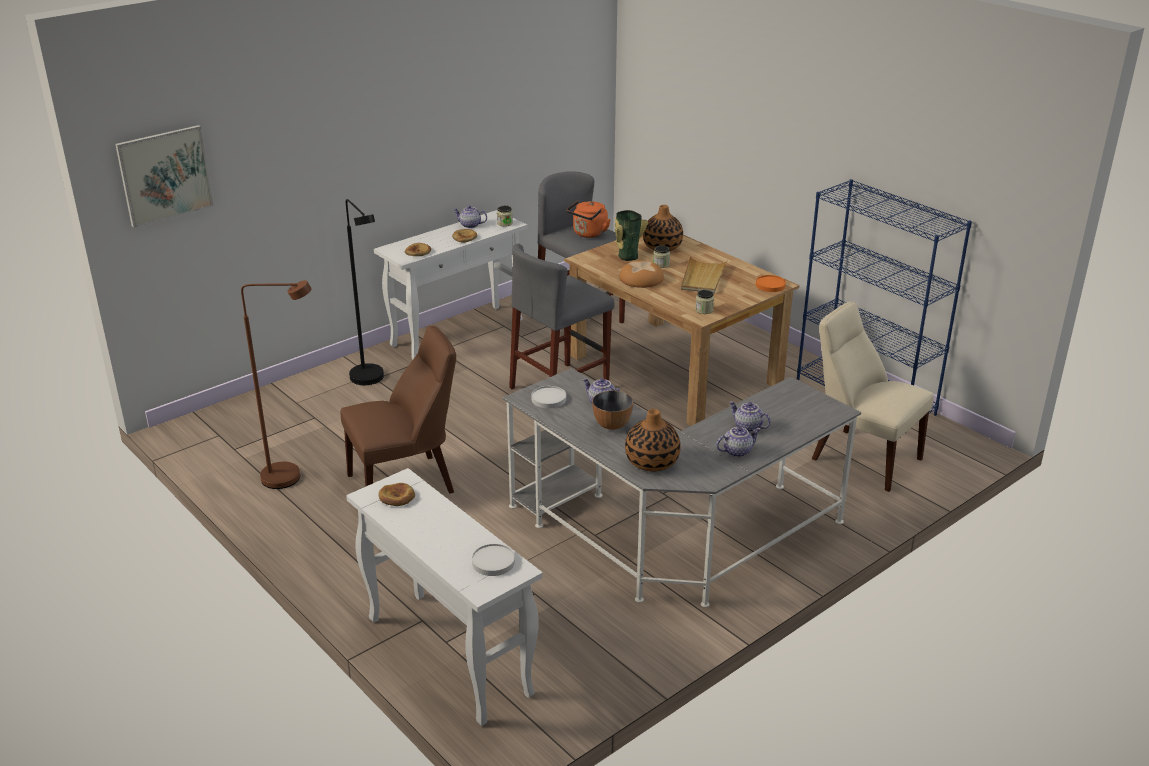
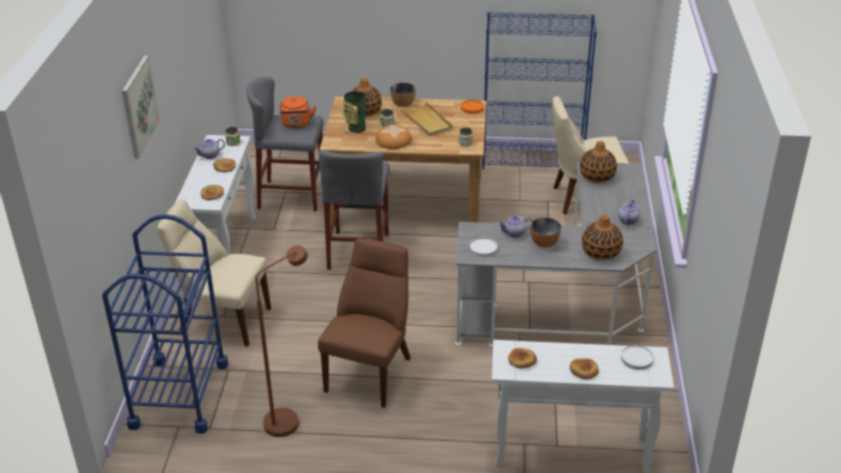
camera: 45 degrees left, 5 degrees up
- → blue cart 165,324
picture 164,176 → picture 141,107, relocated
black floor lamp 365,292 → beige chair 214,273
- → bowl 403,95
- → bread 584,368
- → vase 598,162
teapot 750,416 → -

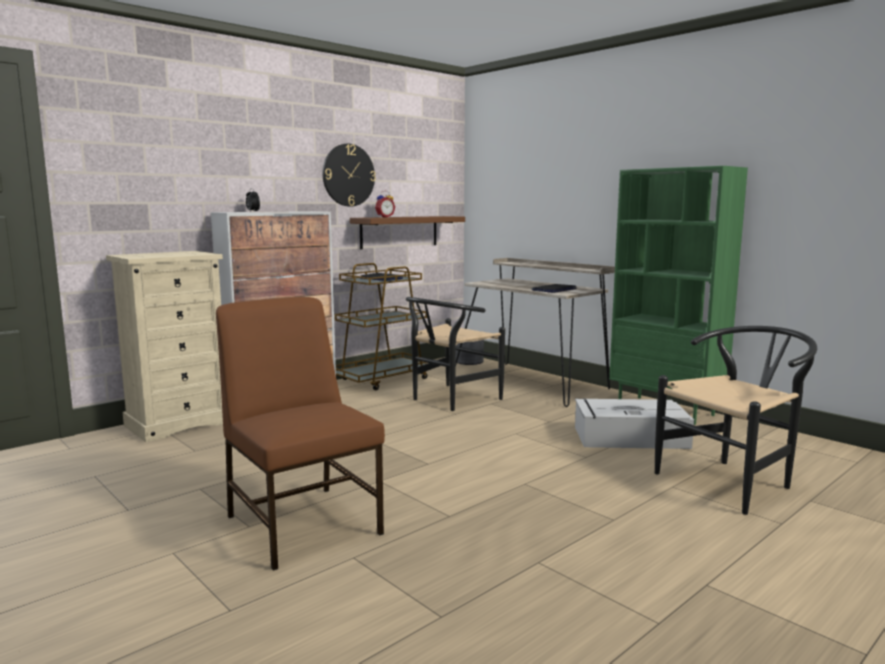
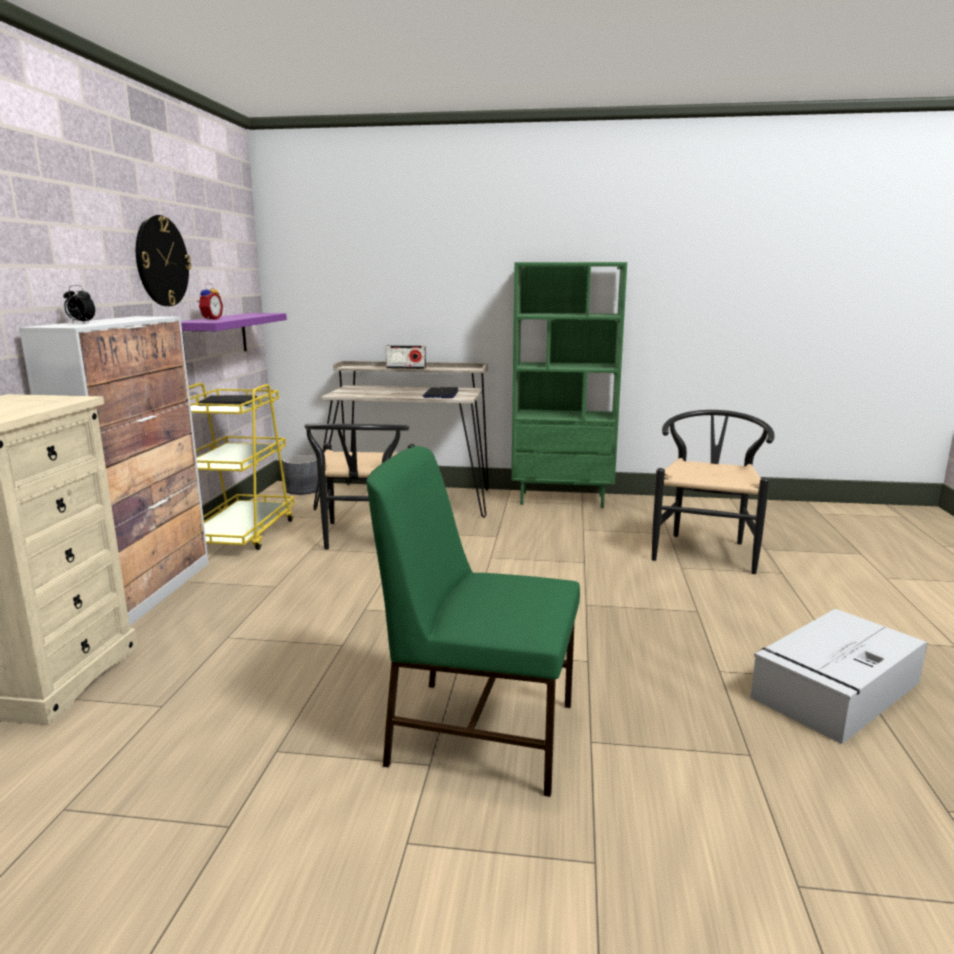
camera: 40 degrees left, 5 degrees up
brown shelf 407,232 → purple shelf 234,337
brown cart 381,326 → yellow cart 241,466
brown chair 300,434 → green chair 473,621
- → radio 406,357
grey storage box 634,423 → grey storage box 839,676, relocated

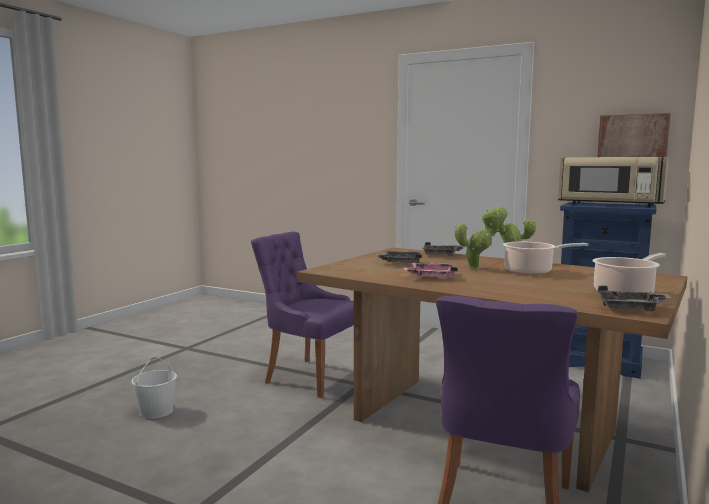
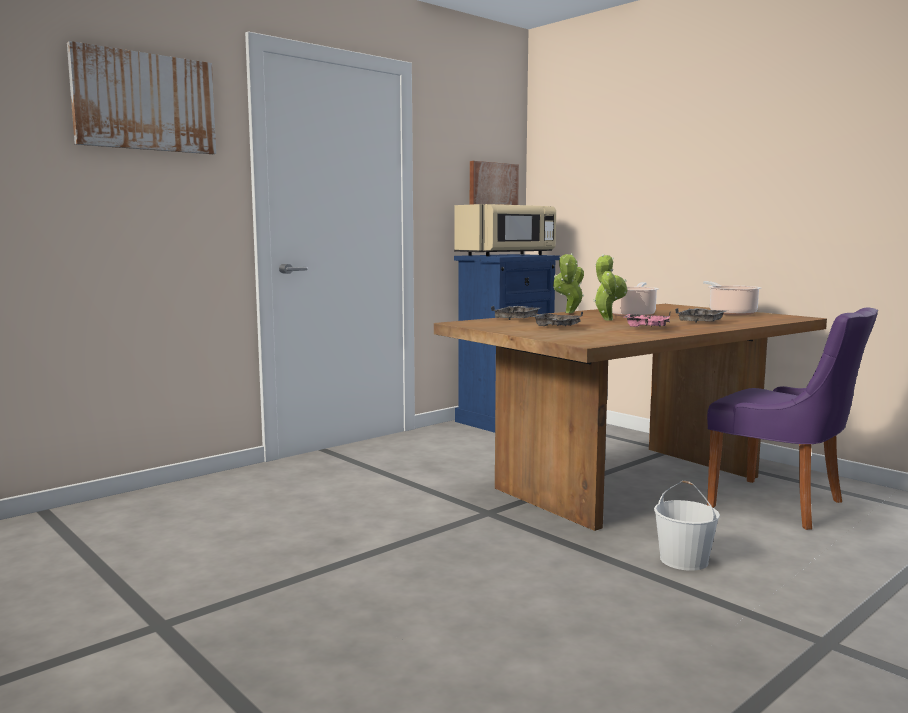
camera: 70 degrees left, 0 degrees up
- → picture 141,97
white bucket 154,388 → white bucket 687,526, relocated
grey tray 634,299 → grey tray 701,315, relocated
purple chair 302,315 → -

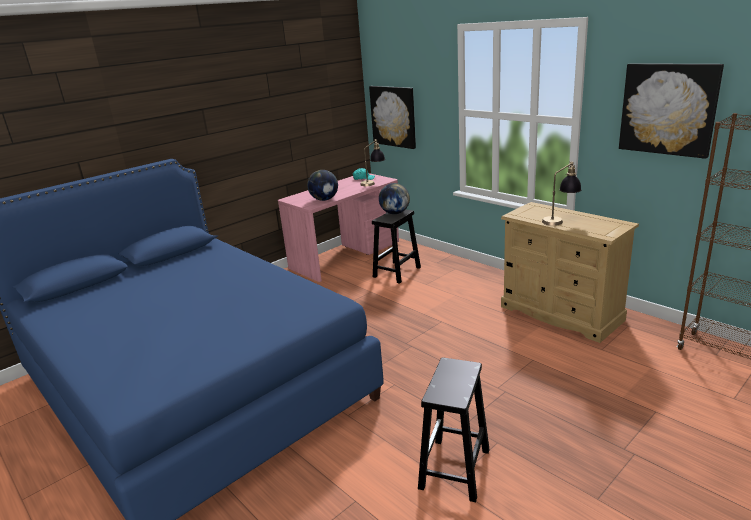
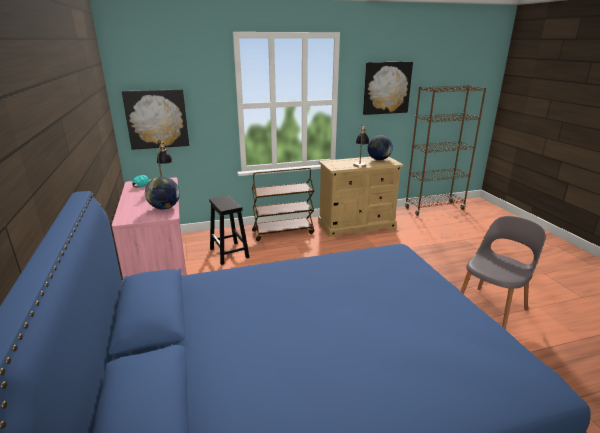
camera: 65 degrees left, 0 degrees up
- → brown cart 283,204
globe 394,198 → globe 380,147, relocated
black stool 454,429 → grey chair 503,272

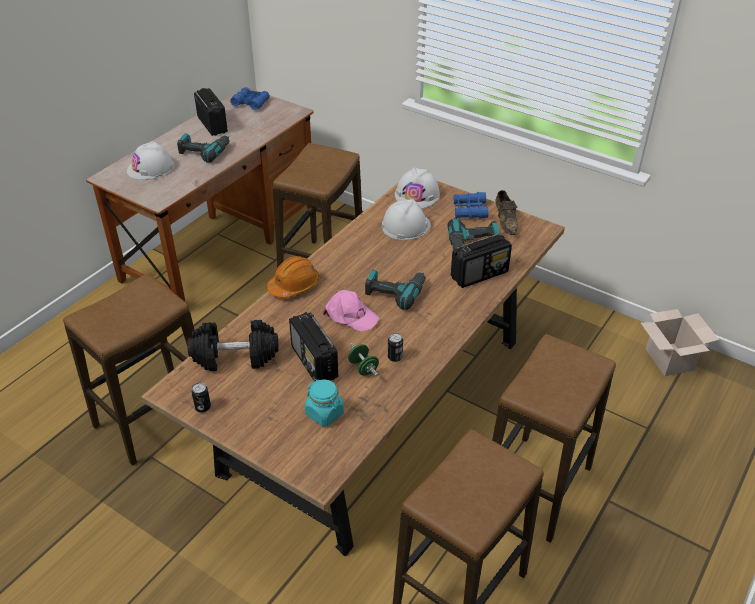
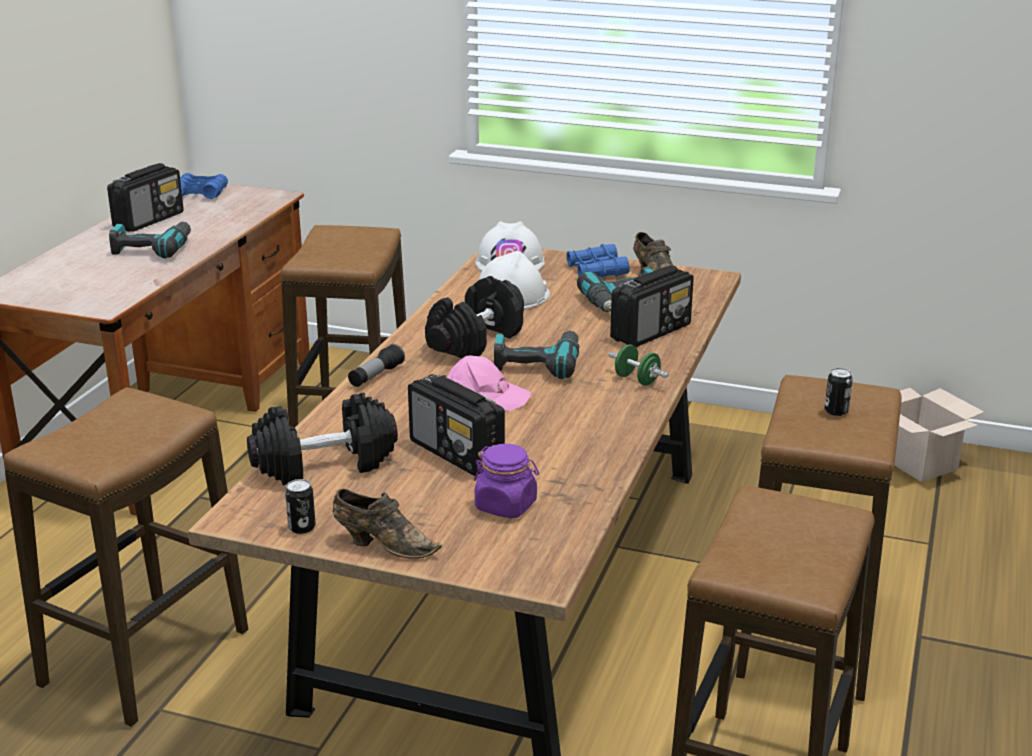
camera: 15 degrees left, 15 degrees down
radio 211,112 → radio 145,197, 75 degrees clockwise
- → brown shoe 387,524
orange hard hat 293,277 → flashlight 376,365
- → black dumbbell 474,317
turquoise jar 324,403 → purple jar 506,481
green dumbbell 363,360 → green dumbbell 638,365, relocated
can 395,347 → can 839,392, relocated
white hard hat 151,160 → -

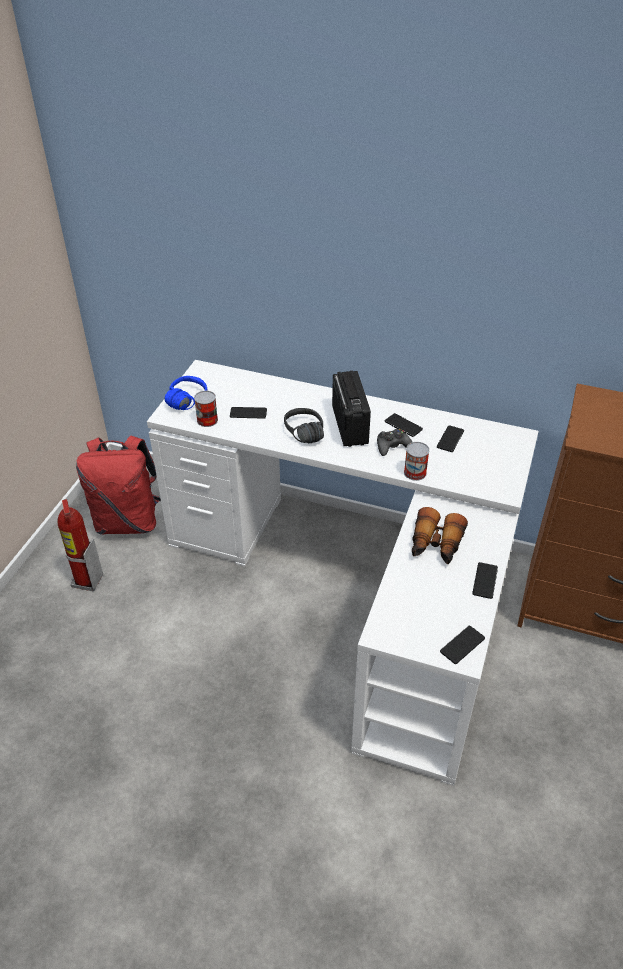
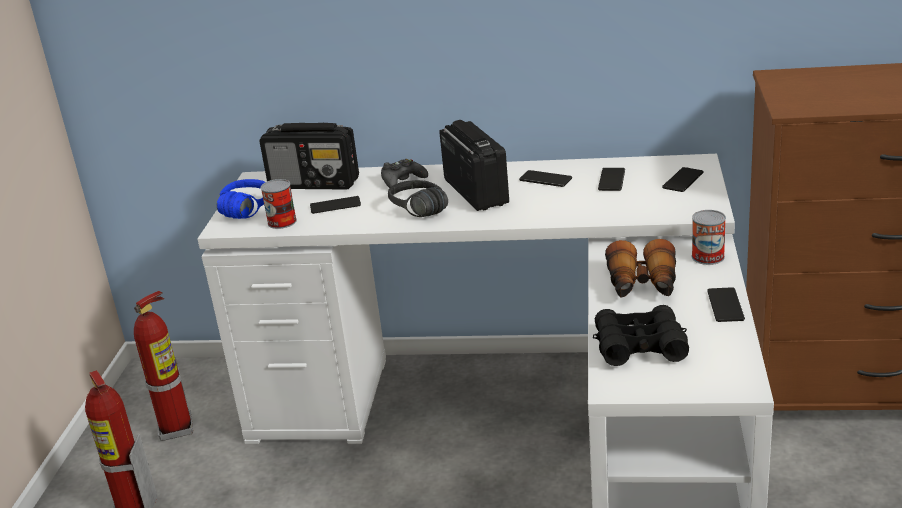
camera: 10 degrees left, 15 degrees down
red backpack 118,485 → fire extinguisher 163,366
- → radio 309,156
black game controller 394,442 → black game controller 404,173, relocated
- → black binoculars 641,335
phone 462,645 → phone 683,179, relocated
can 417,461 → can 709,237, relocated

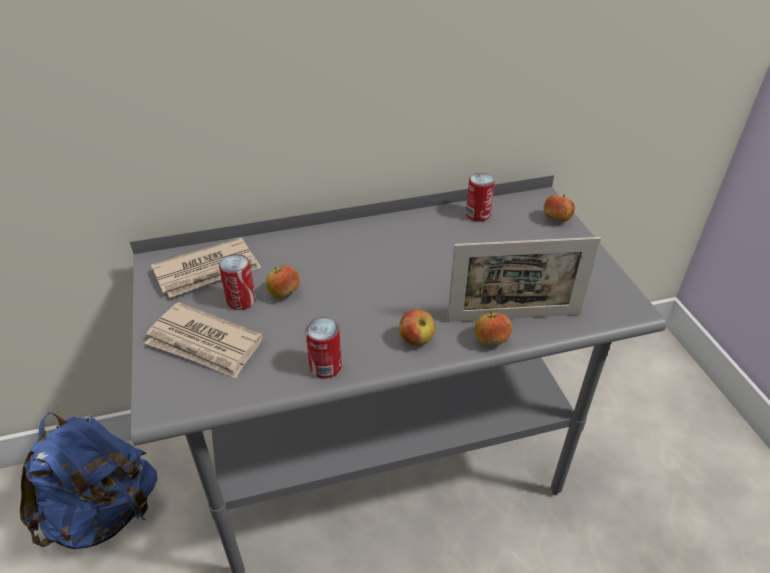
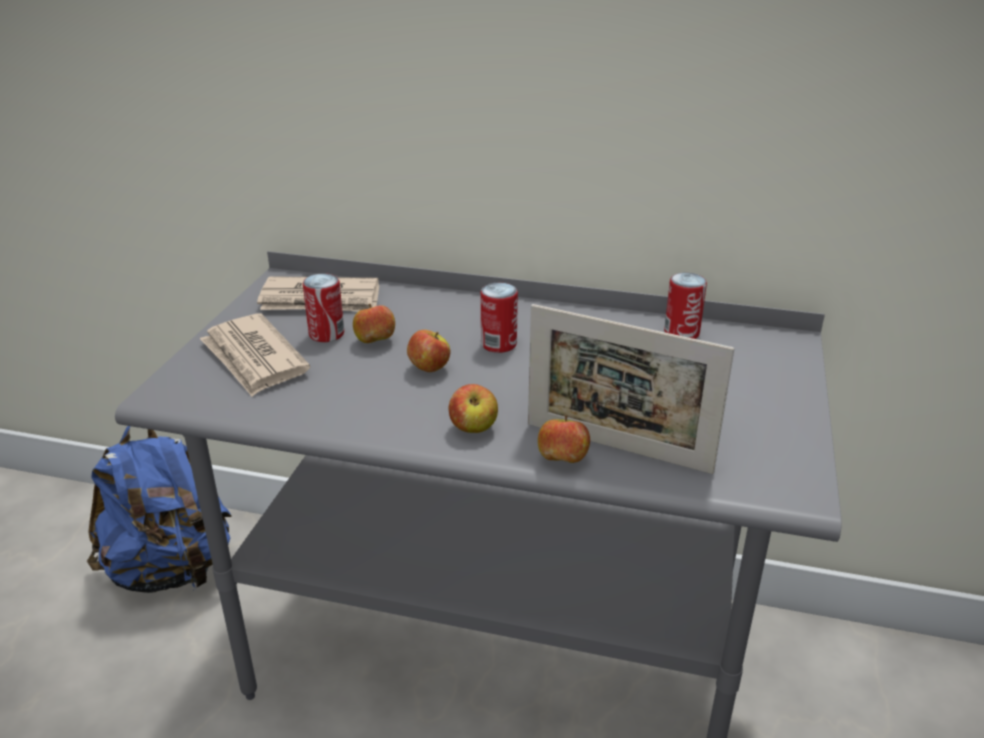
camera: 30 degrees right, 10 degrees down
apple 559,208 → apple 429,351, relocated
can 324,348 → can 499,318, relocated

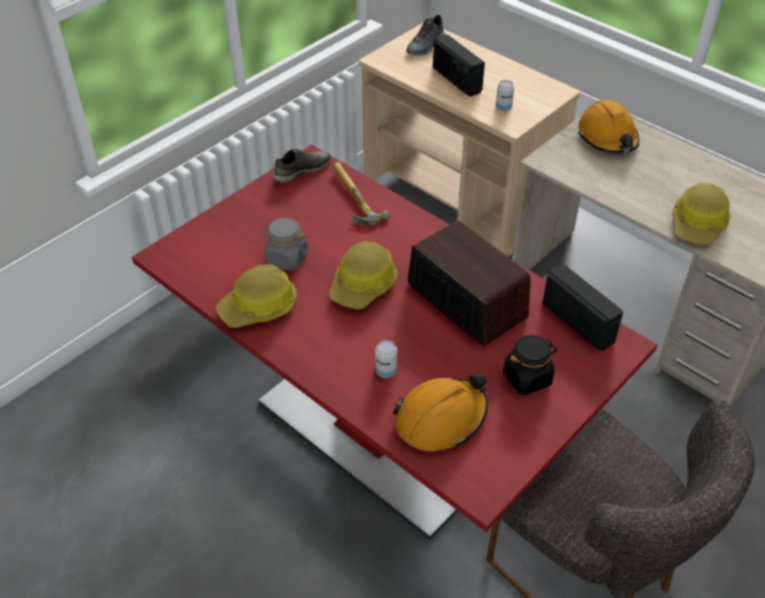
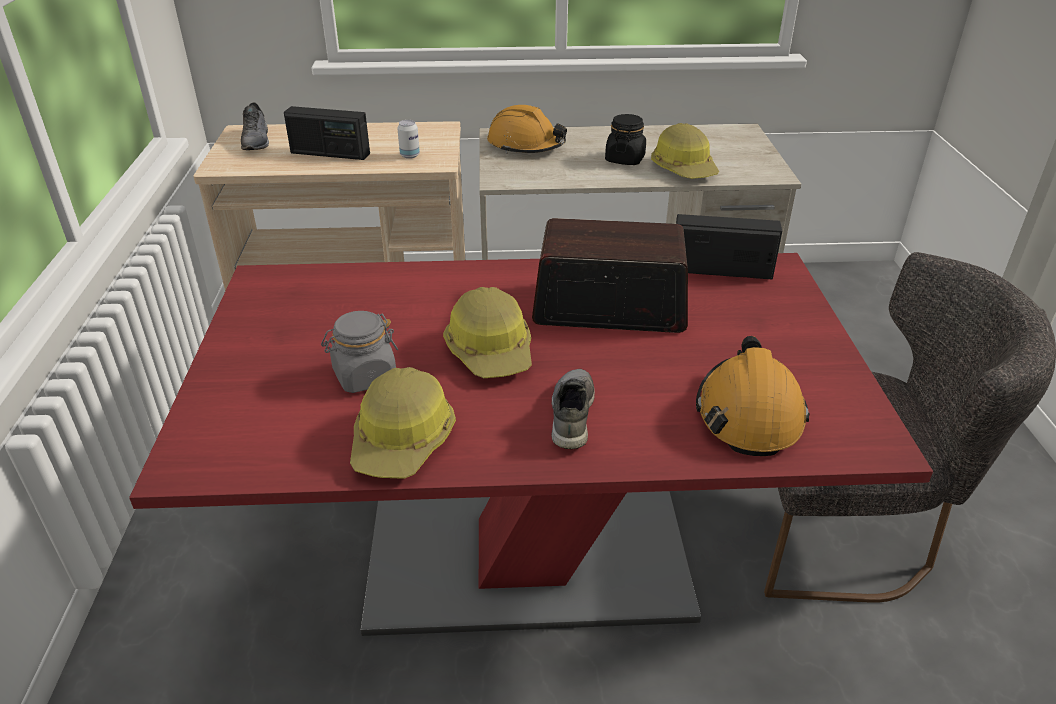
camera: 45 degrees left, 10 degrees down
grey shoe 302,166 → grey shoe 573,409, relocated
black jar 530,365 → black jar 625,139, relocated
hammer 361,194 → -
can 386,359 → -

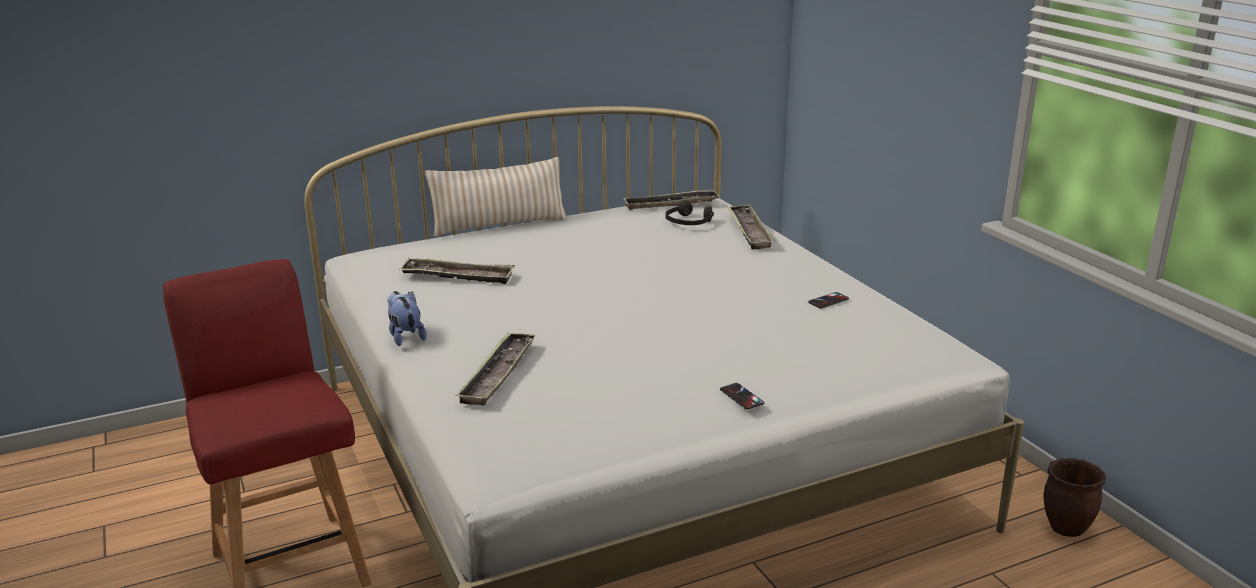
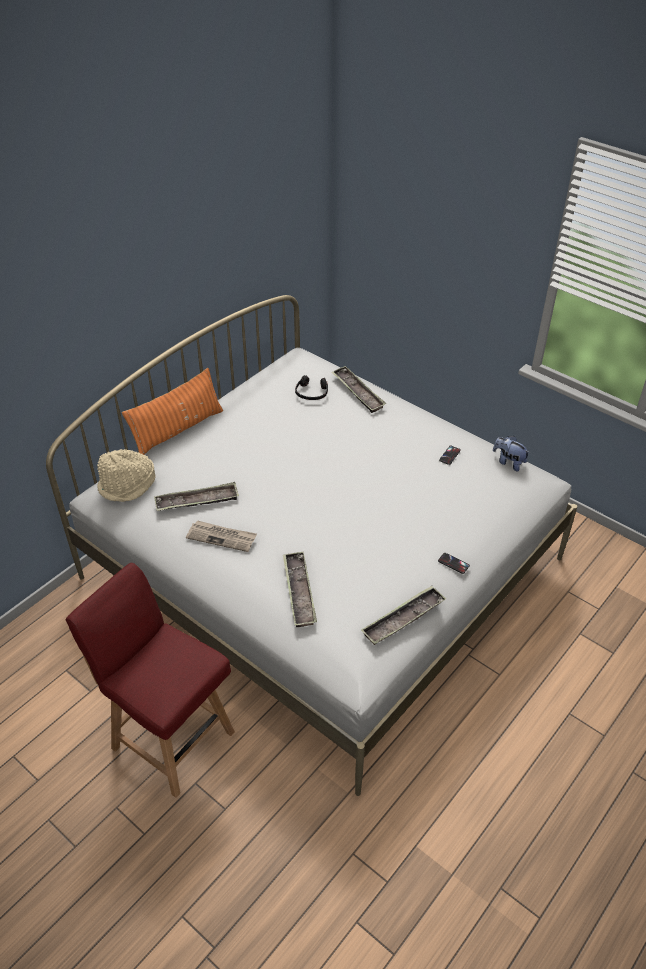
camera: 25 degrees left, 20 degrees up
- → beige hat 126,475
beige pillow 496,197 → orange pillow 172,411
- → newspaper 221,536
tray 671,200 → tray 403,615, relocated
plush toy 407,318 → plush toy 511,453, relocated
brown planter 1074,497 → -

